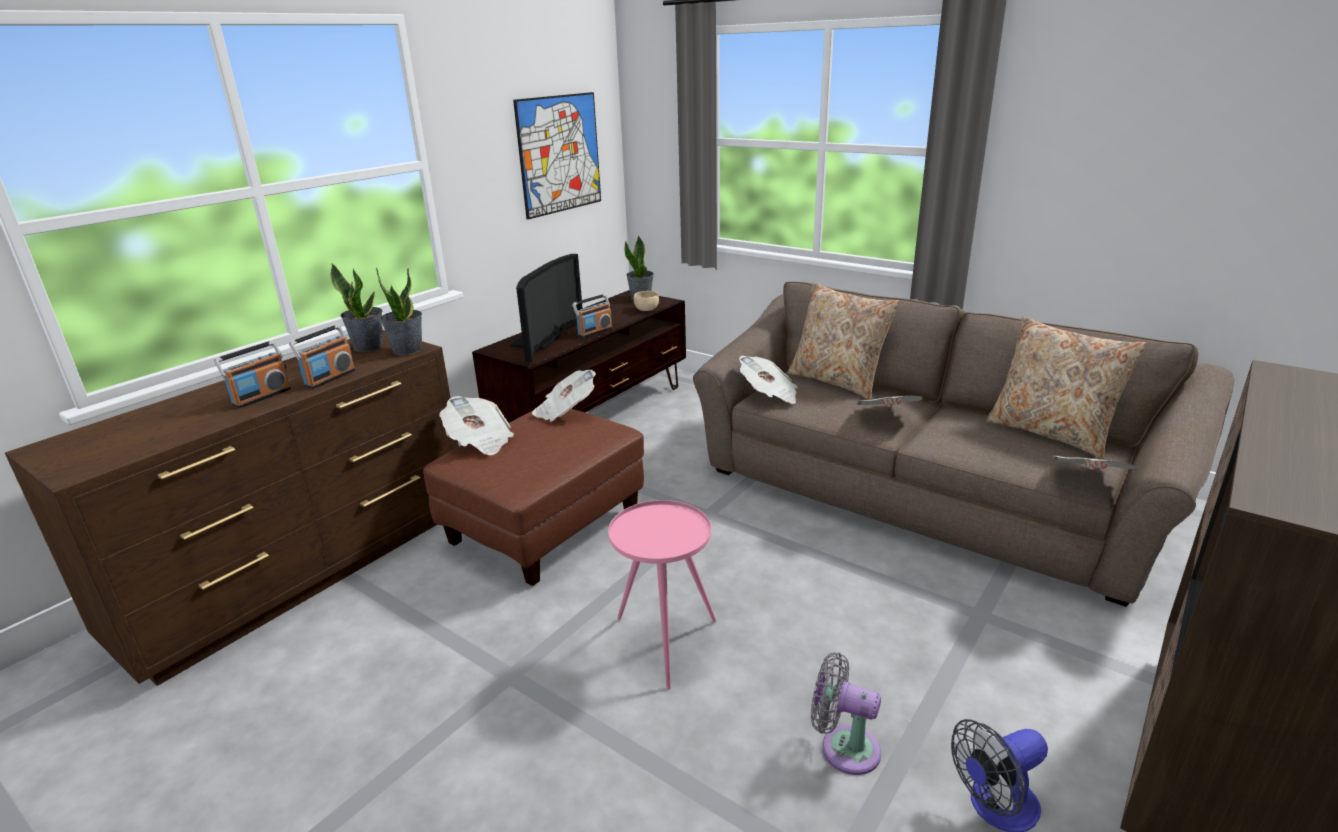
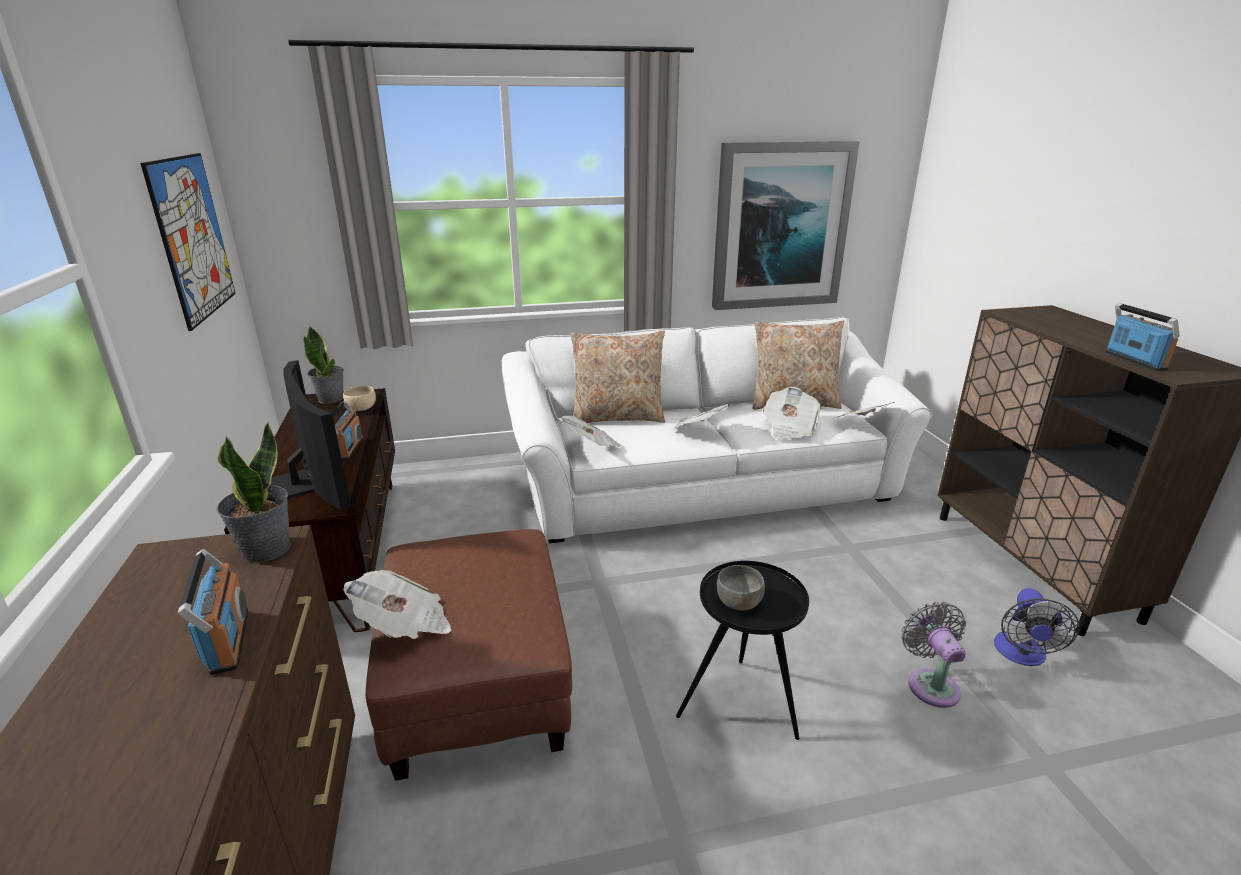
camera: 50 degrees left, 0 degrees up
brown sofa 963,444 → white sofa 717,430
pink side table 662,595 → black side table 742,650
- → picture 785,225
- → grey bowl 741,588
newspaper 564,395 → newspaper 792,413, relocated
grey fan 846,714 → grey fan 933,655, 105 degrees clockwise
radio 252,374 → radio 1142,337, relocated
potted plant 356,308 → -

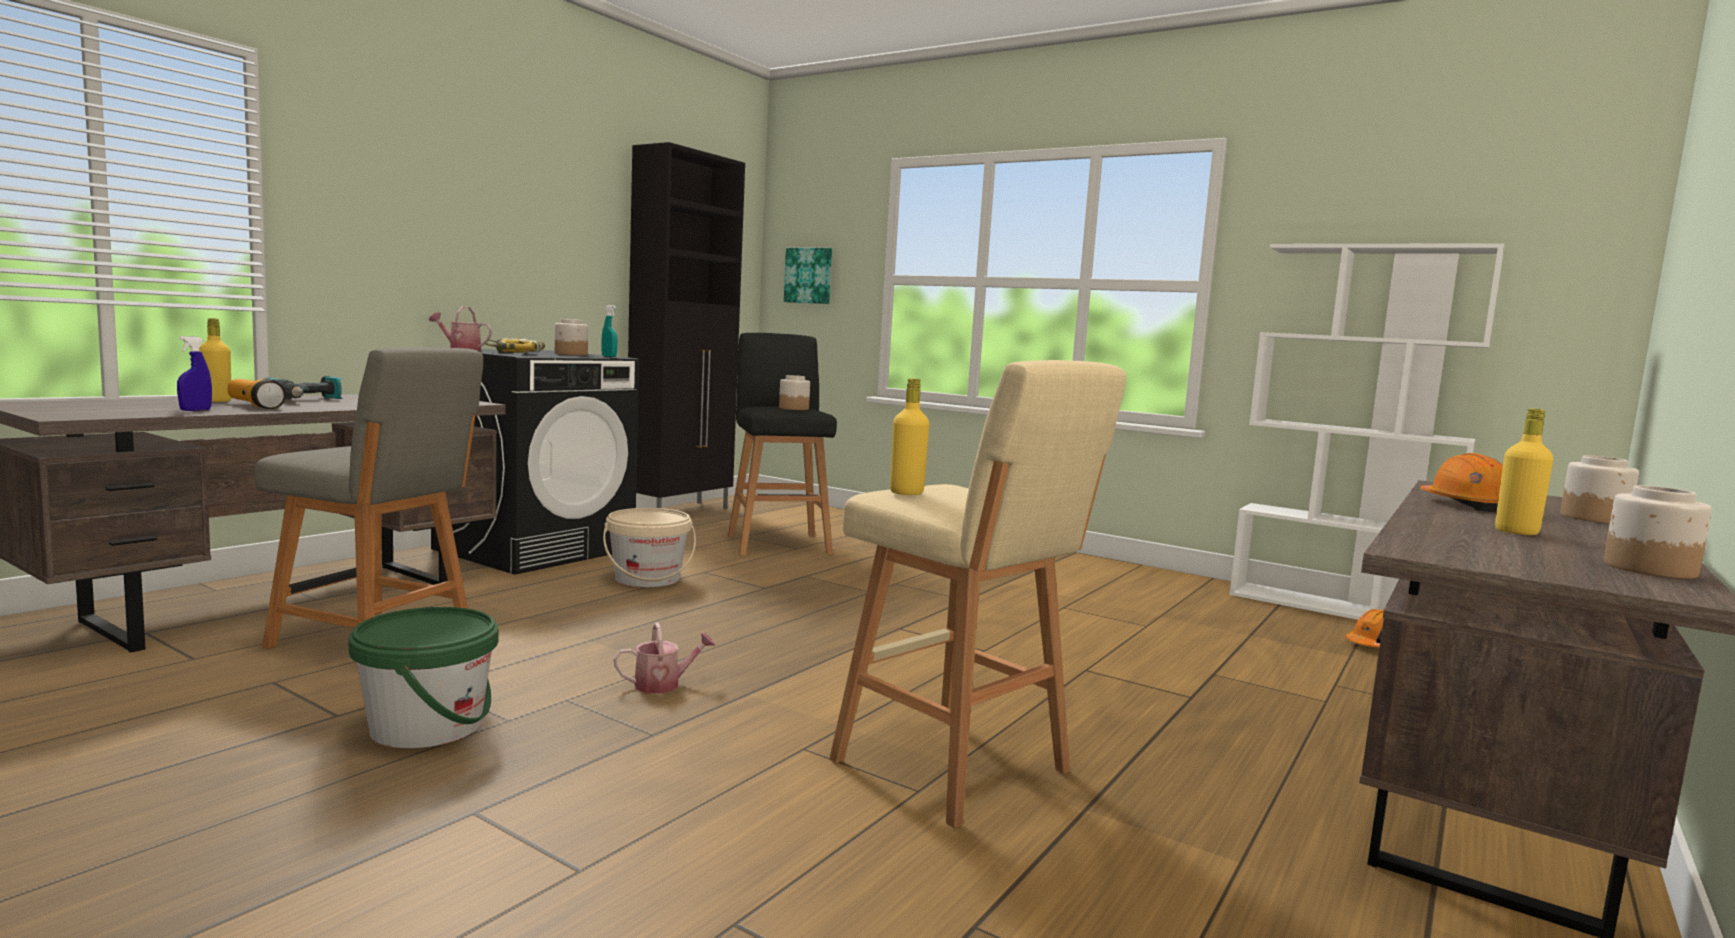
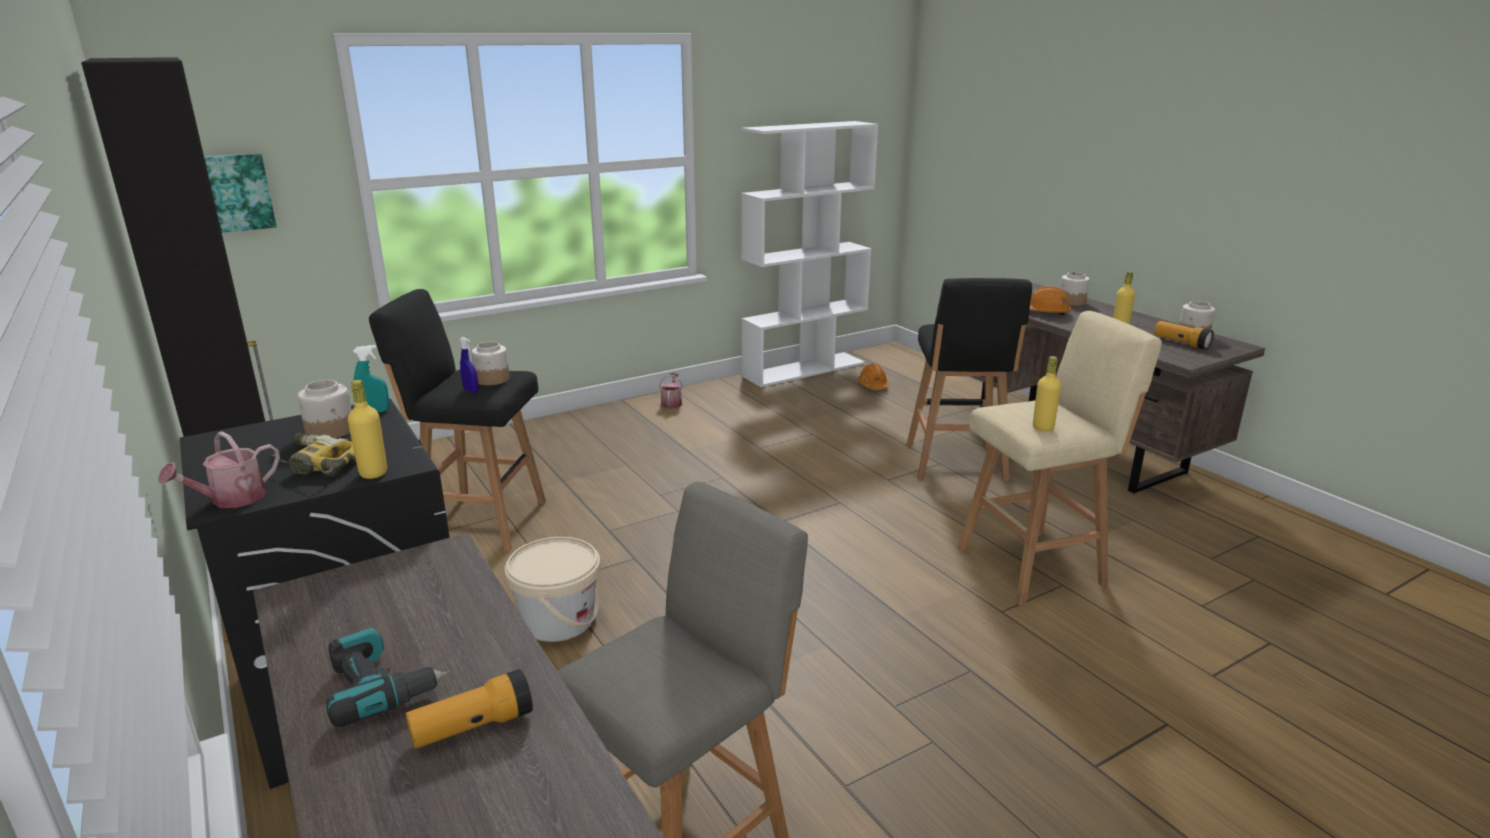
camera: 65 degrees left, 15 degrees up
yellow bottle 215,360 → yellow bottle 367,429, relocated
blue spray bottle 194,373 → blue spray bottle 469,365, relocated
watering can 664,658 → watering can 671,391, relocated
- → black stool 969,379
- → flashlight 1184,335
green bucket 423,677 → -

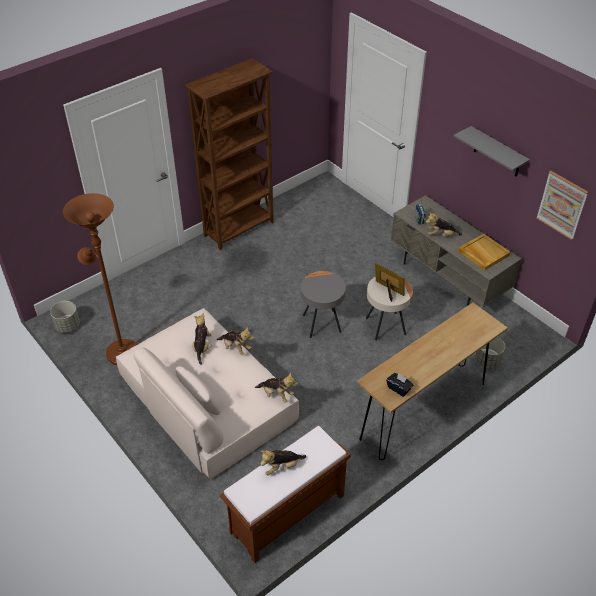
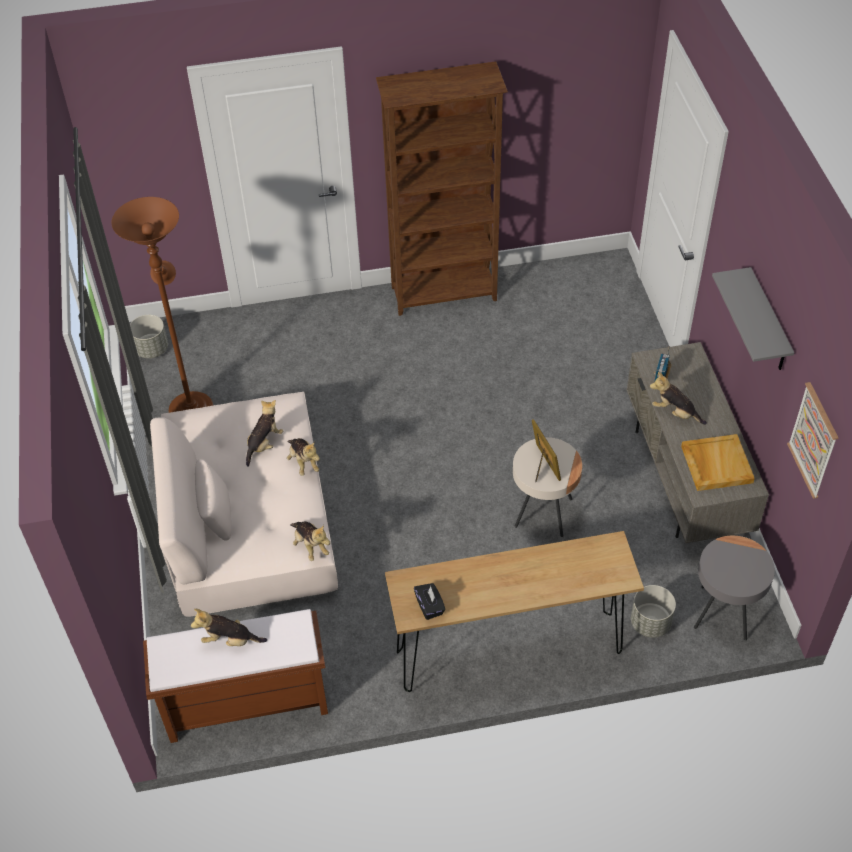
camera: 30 degrees right, 5 degrees up
grey side table 323,304 → grey side table 734,588, relocated

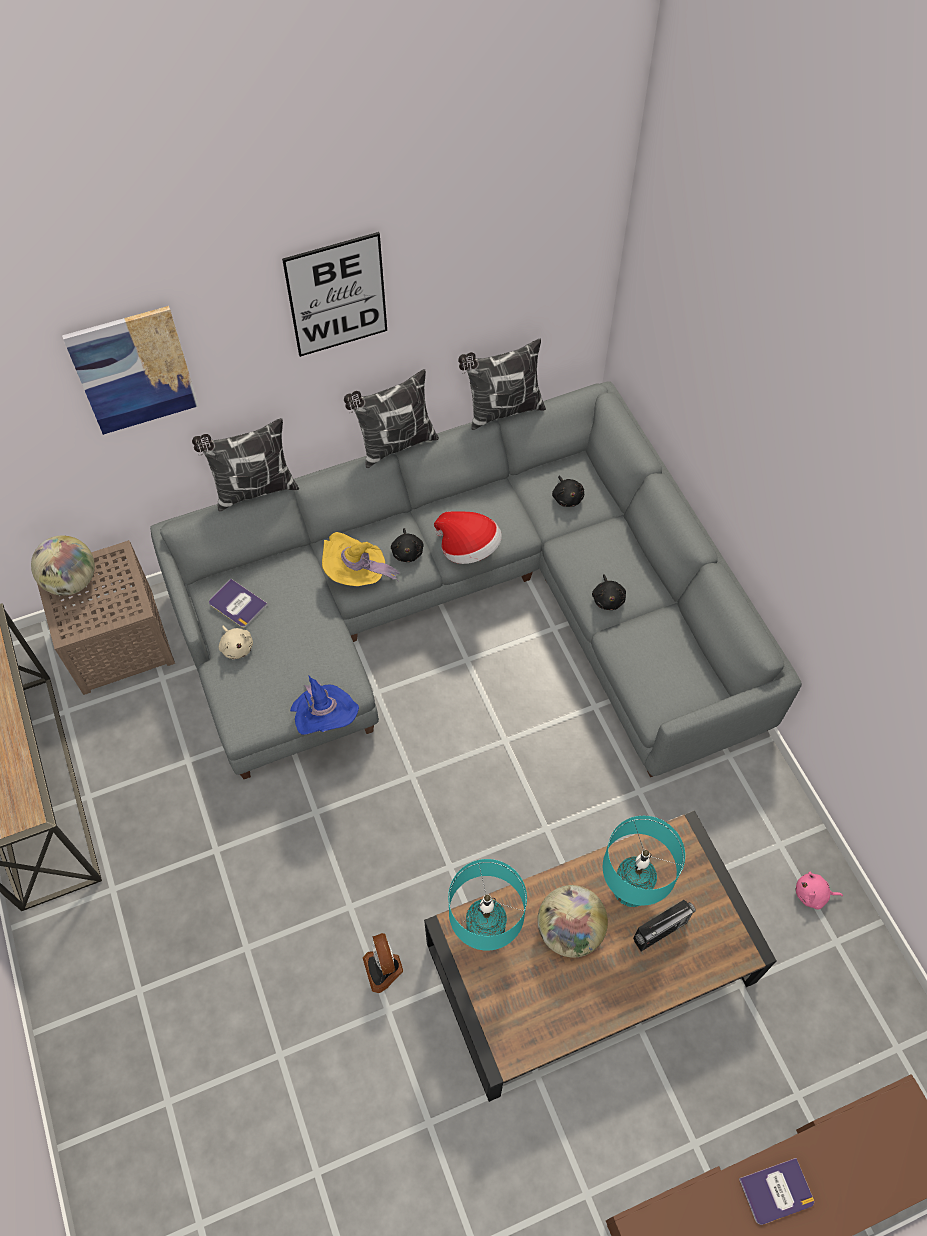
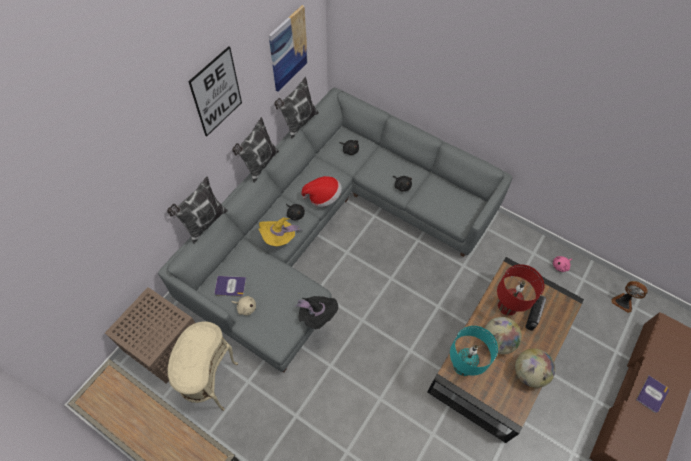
camera: 35 degrees left, 0 degrees up
- → beige side table 202,366
picture 130,370 → picture 288,48, relocated
blue hat 324,705 → black hat 316,312
turquoise table lamp 644,861 → red table lamp 520,290
globe 63,566 → globe 535,368, relocated
fan 383,963 → fan 629,297, relocated

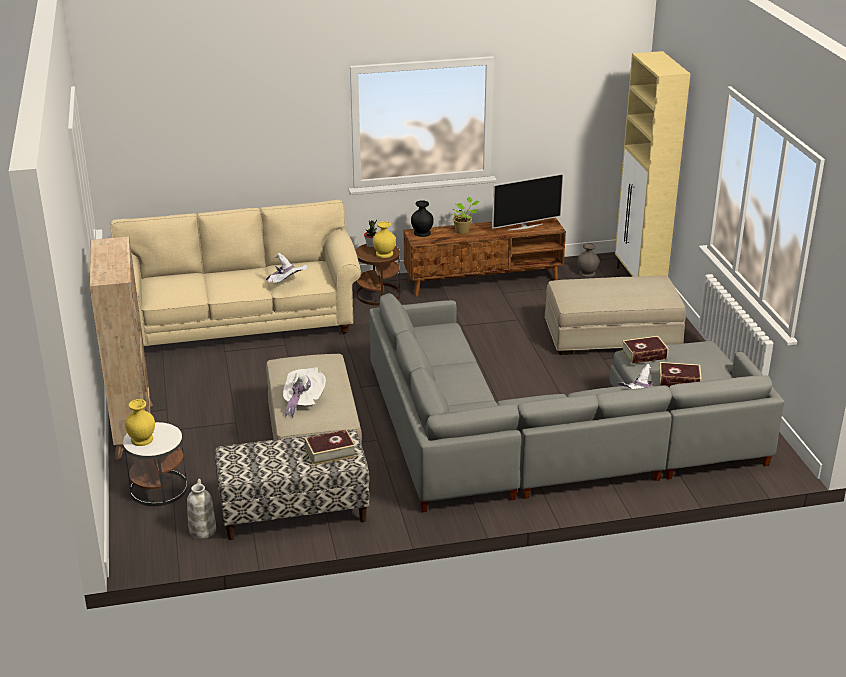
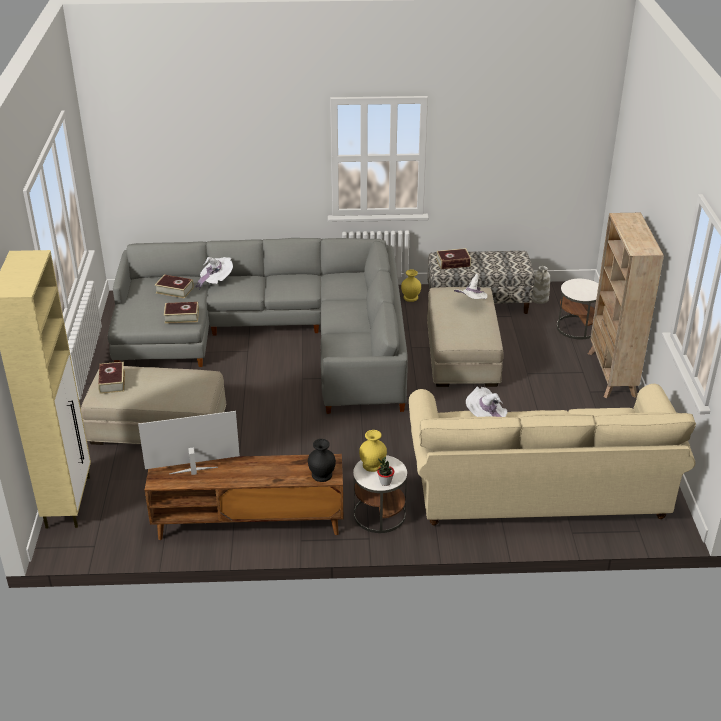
camera: 170 degrees left, 5 degrees up
- → book 111,378
brown side table 377,275 → white side table 380,494
yellow vase 140,422 → yellow vase 411,286, relocated
potted plant 464,215 → -
grey vase 588,260 → -

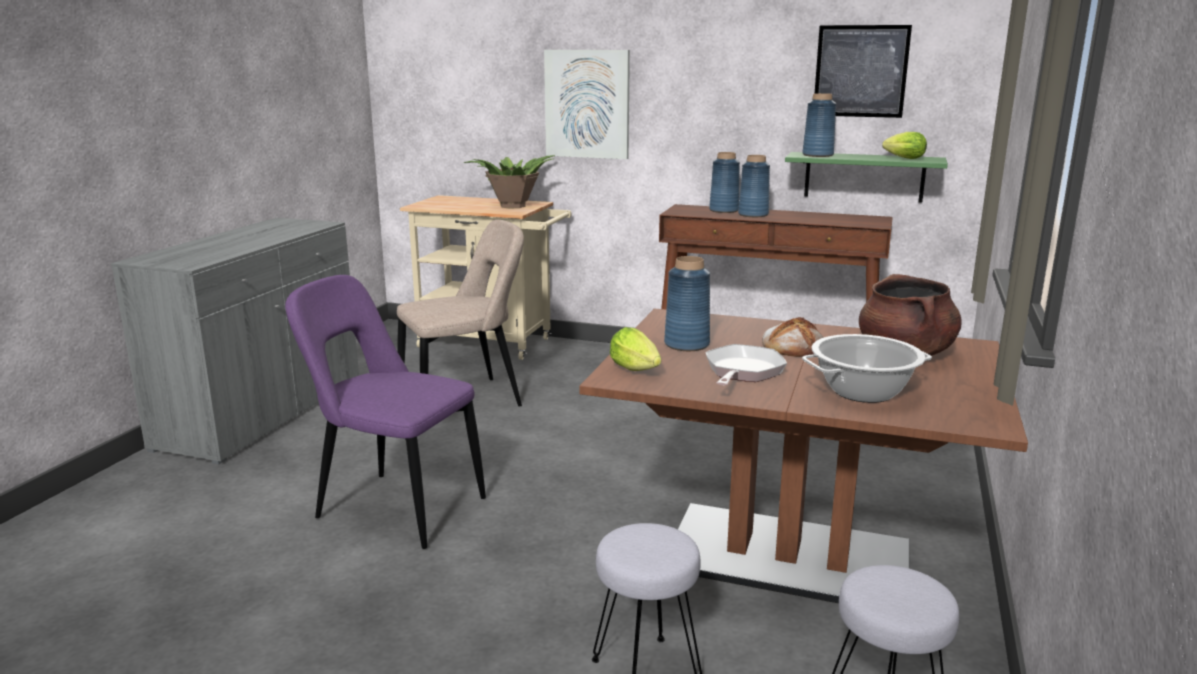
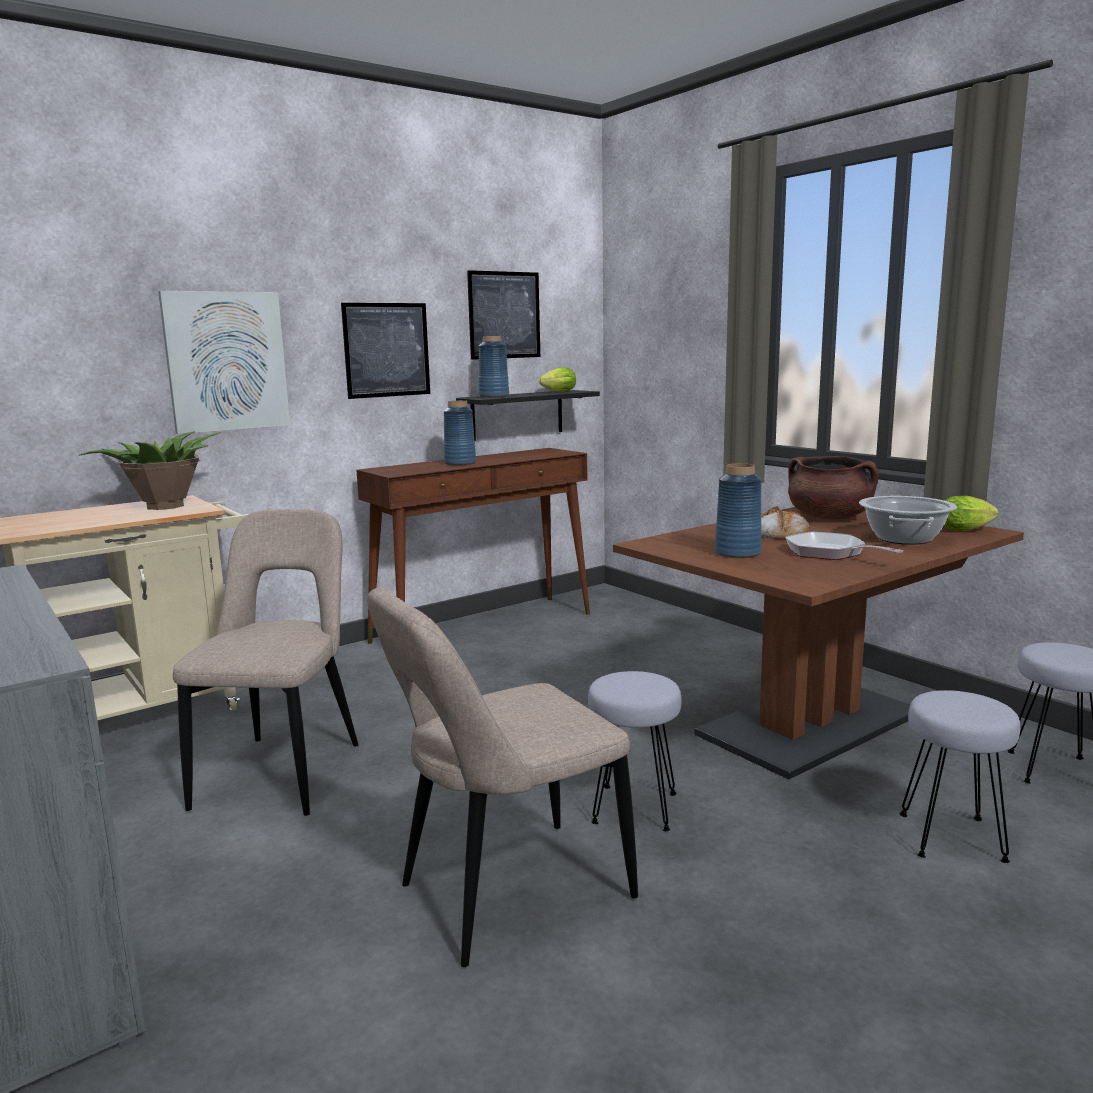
camera: 55 degrees left, 5 degrees down
- → picture 385,351
purple chair 385,412 → beige chair 502,777
green shelf 866,177 → black shelf 528,415
- → grey stool 635,751
lettuce 635,349 → lettuce 971,513, relocated
blue vase 724,182 → -

